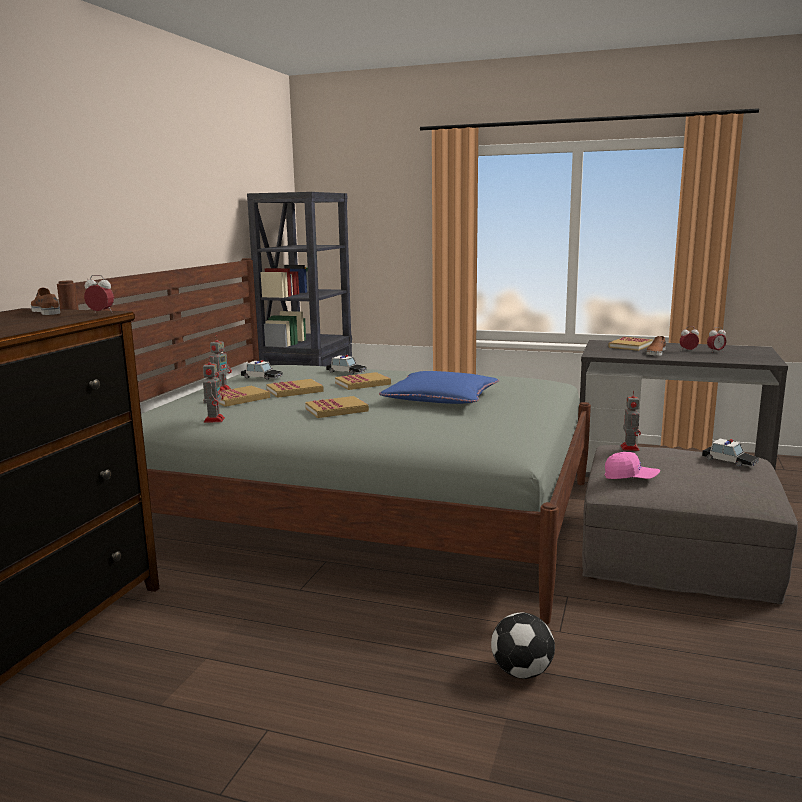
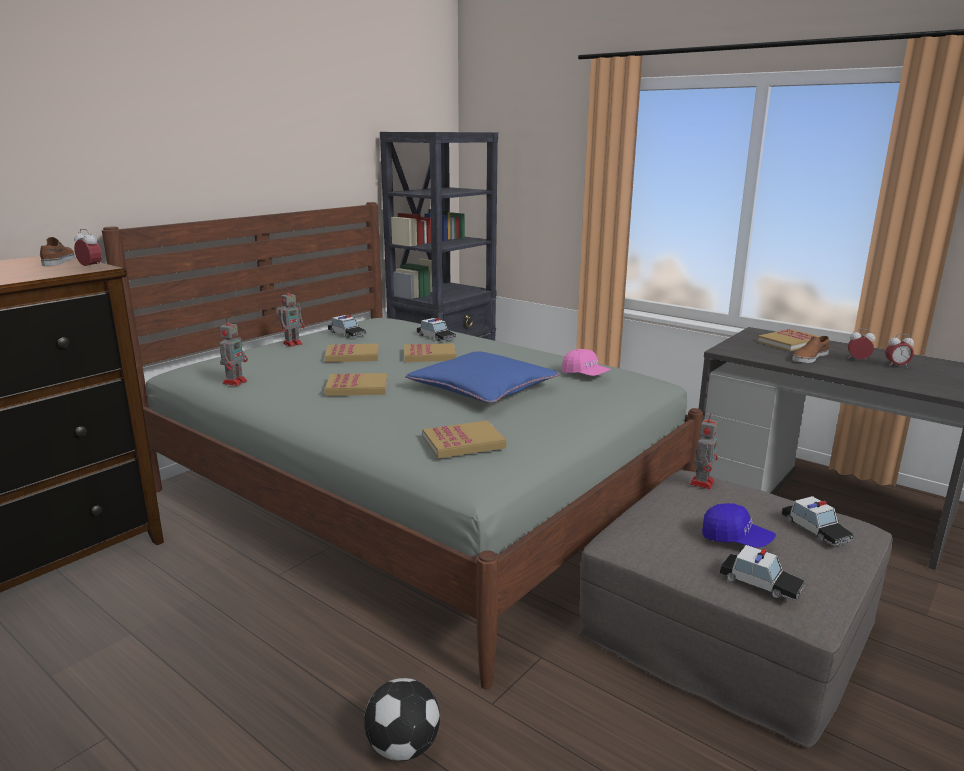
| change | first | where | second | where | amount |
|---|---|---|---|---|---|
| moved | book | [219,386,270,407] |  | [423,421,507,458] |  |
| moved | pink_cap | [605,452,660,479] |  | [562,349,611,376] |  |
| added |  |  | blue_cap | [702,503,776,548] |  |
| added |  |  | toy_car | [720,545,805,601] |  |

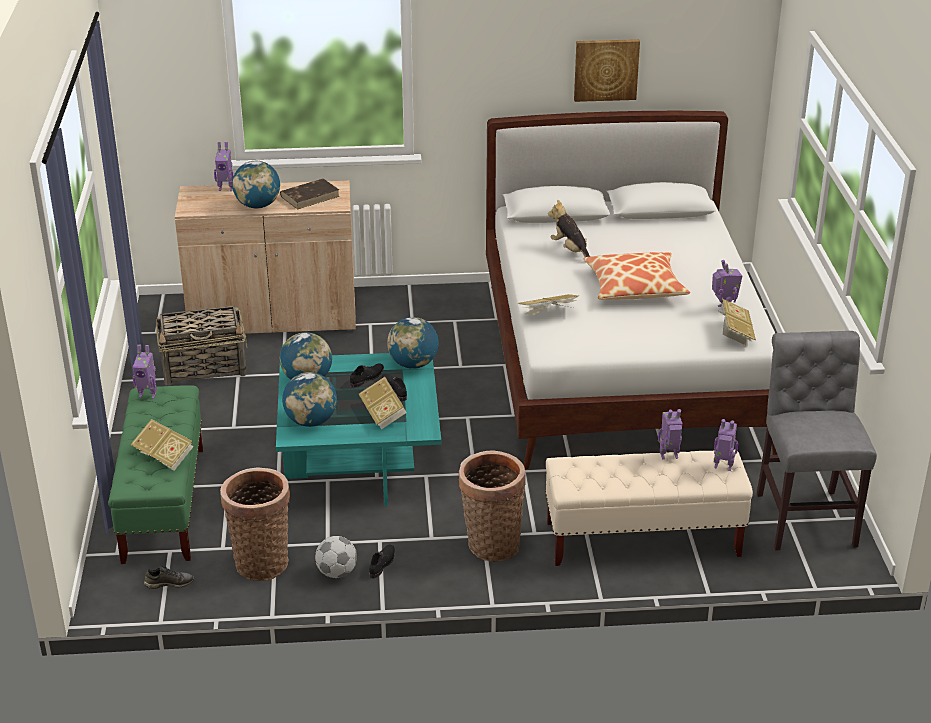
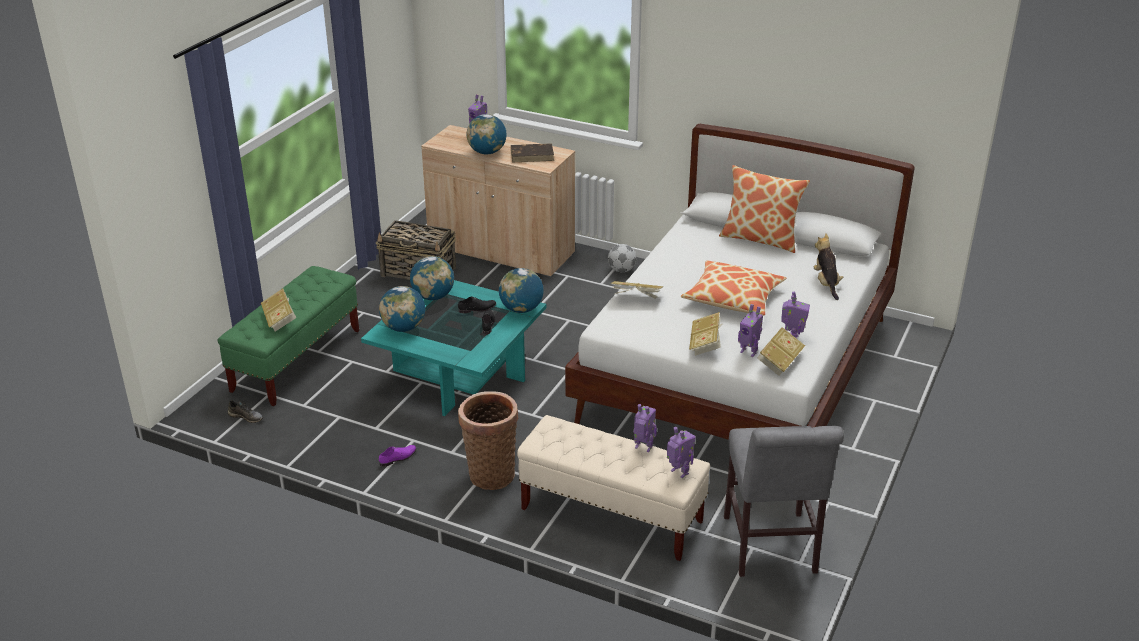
| change | first | where | second | where | amount |
|---|---|---|---|---|---|
| recoloured | black_shoe | [369,545,395,579] | purple_shoe | [379,445,417,467] |  |
| moved | football | [315,536,357,578] |  | [608,244,636,272] |  |
| moved | book | [359,377,407,429] |  | [689,312,722,356] |  |
| added |  |  | pillow | [719,165,810,253] |  |
| turned | grey_chair | [757,331,877,550] |  | [724,426,844,577] | 150 degrees clockwise |
| moved | toy_robot | [133,345,157,399] |  | [738,304,763,357] |  |
| moved | plush_toy | [548,199,591,257] |  | [814,234,843,300] |  |
| removed | basket | [220,467,290,581] |  |  |  |
| removed | picture | [574,39,640,102] |  |  |  |

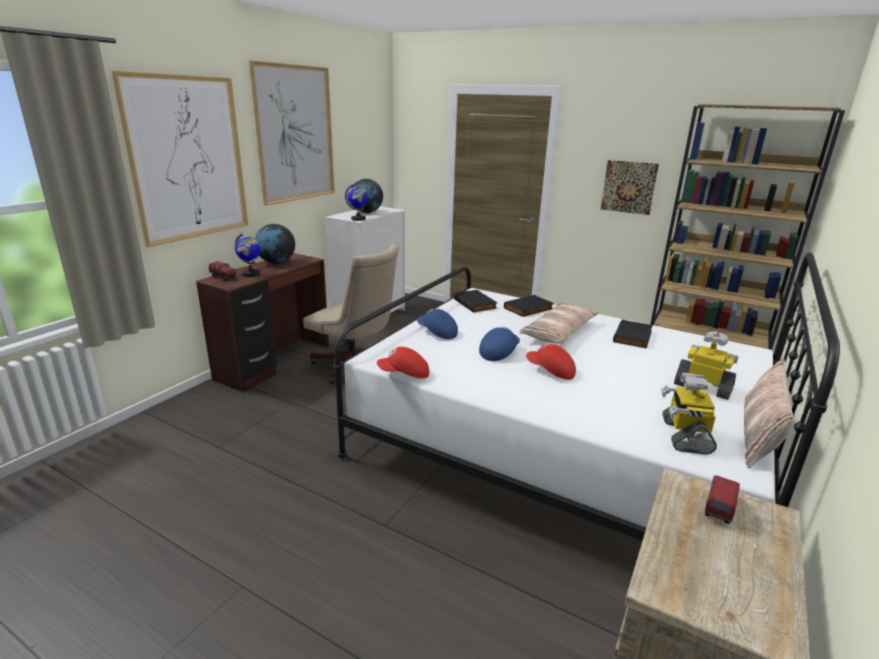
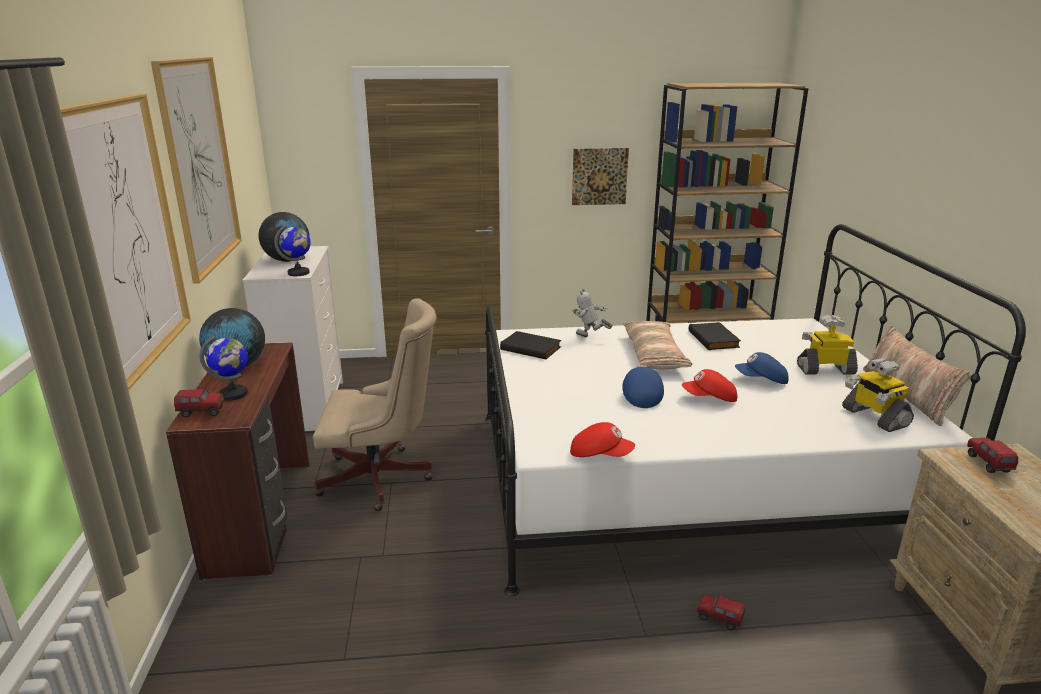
| change | first | where | second | where | amount |
|---|---|---|---|---|---|
| turned | red_cap | [377,347,429,378] |  | [570,422,635,457] | 120 degrees counterclockwise |
| replaced | black_book | [504,295,554,317] | toy_robot | [572,289,613,337] |  |
| added |  |  | toy_truck | [697,594,745,630] |  |
| moved | blue_cap | [417,309,458,339] |  | [735,352,789,384] |  |

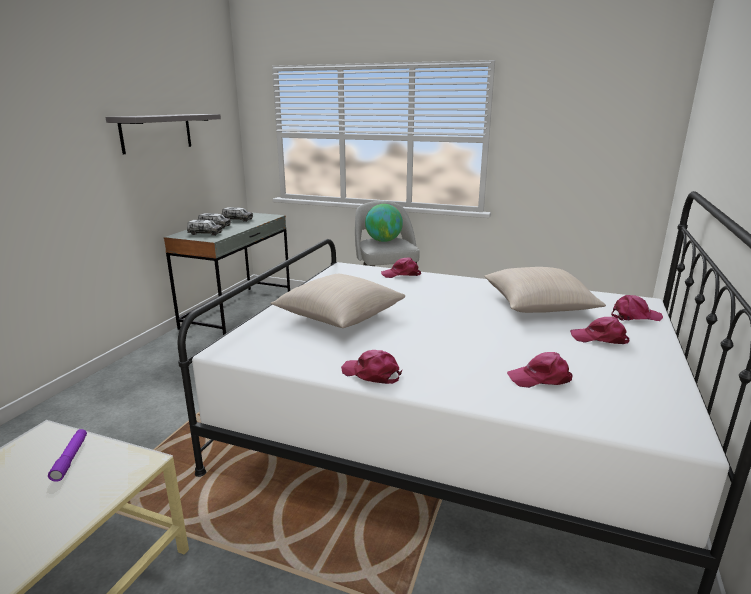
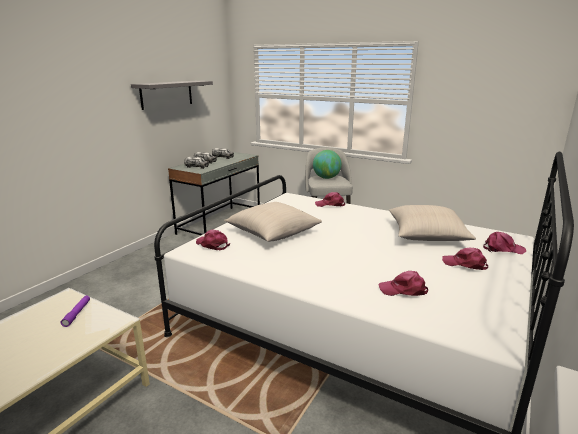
| change | first | where | second | where | amount |
|---|---|---|---|---|---|
| moved | pink_cap | [341,350,402,384] |  | [196,230,230,250] |  |

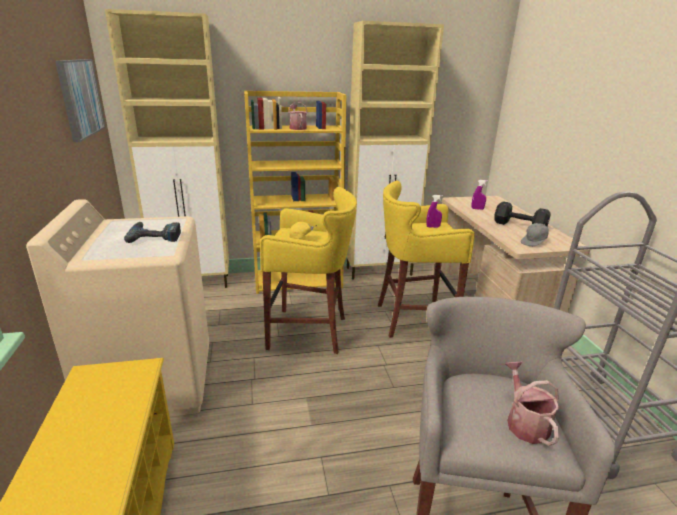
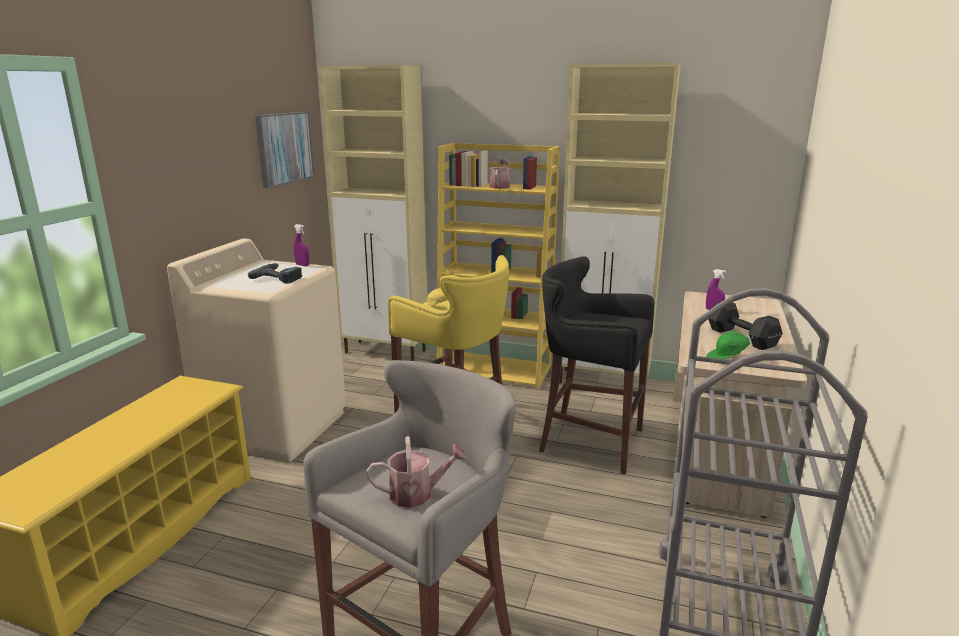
| change | first | where | second | where | amount |
|---|---|---|---|---|---|
| moved | purple_spray_bottle | [426,195,443,228] |  | [294,224,309,266] |  |
| turned | watering_can | [505,362,560,446] |  | [366,436,468,508] | 60 degrees clockwise |
| recoloured | yellow_stool | [378,181,475,338] | black_stool | [539,256,654,474] |  |
| recoloured | grey_cap | [521,223,549,246] | green_cap | [706,331,754,359] |  |

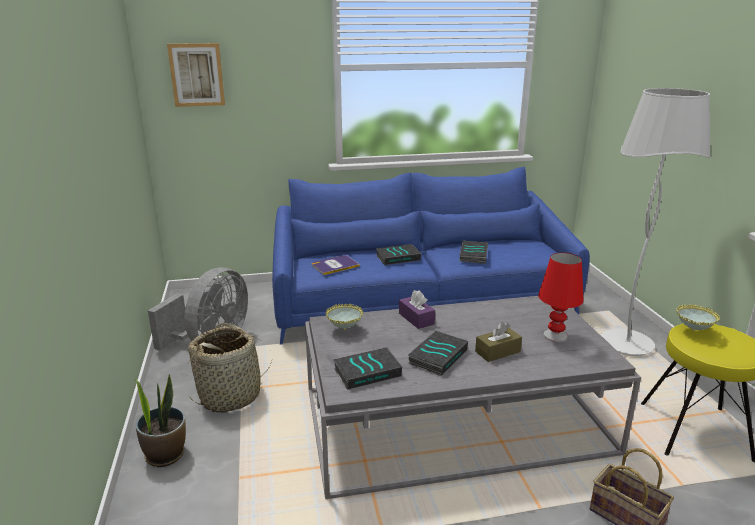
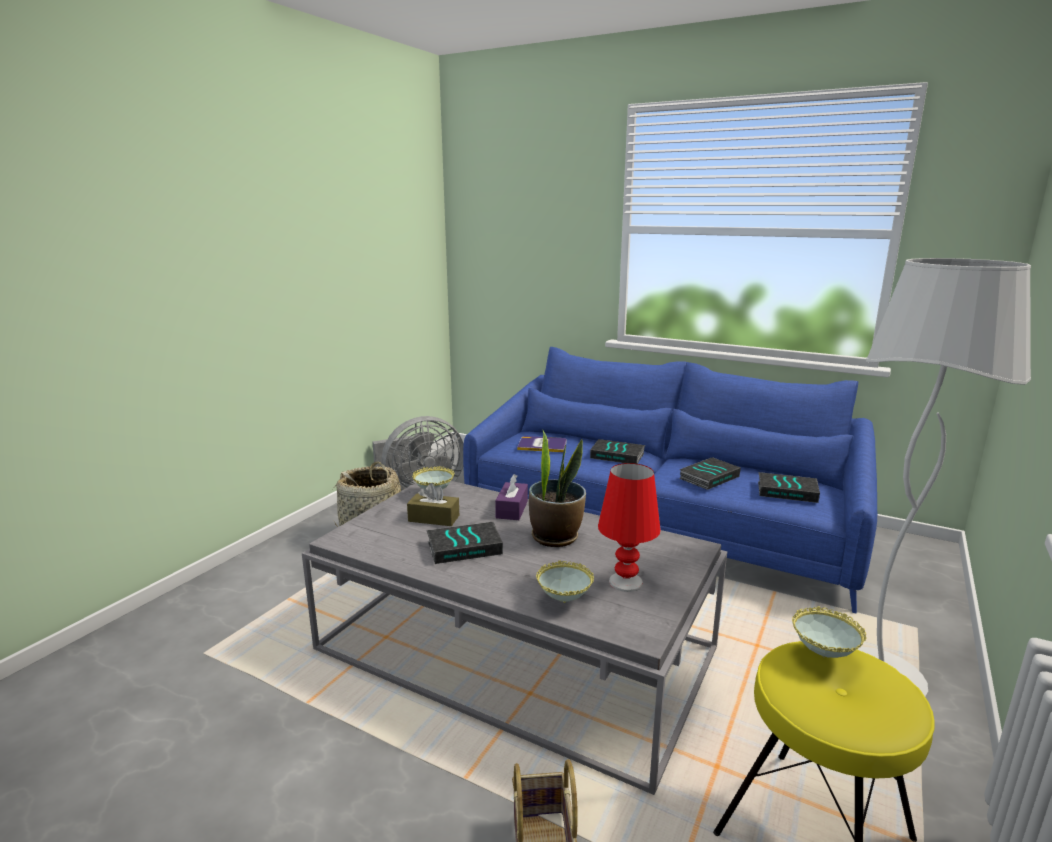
| change | first | where | second | where | amount |
|---|---|---|---|---|---|
| moved | brown_tissue_box | [475,322,522,362] |  | [407,483,459,526] |  |
| moved | potted_plant | [134,374,186,467] |  | [529,431,586,547] |  |
| added |  |  | bowl | [536,561,594,603] |  |
| moved | book | [333,347,402,390] |  | [758,472,820,503] |  |
| removed | picture | [167,43,225,107] |  |  |  |

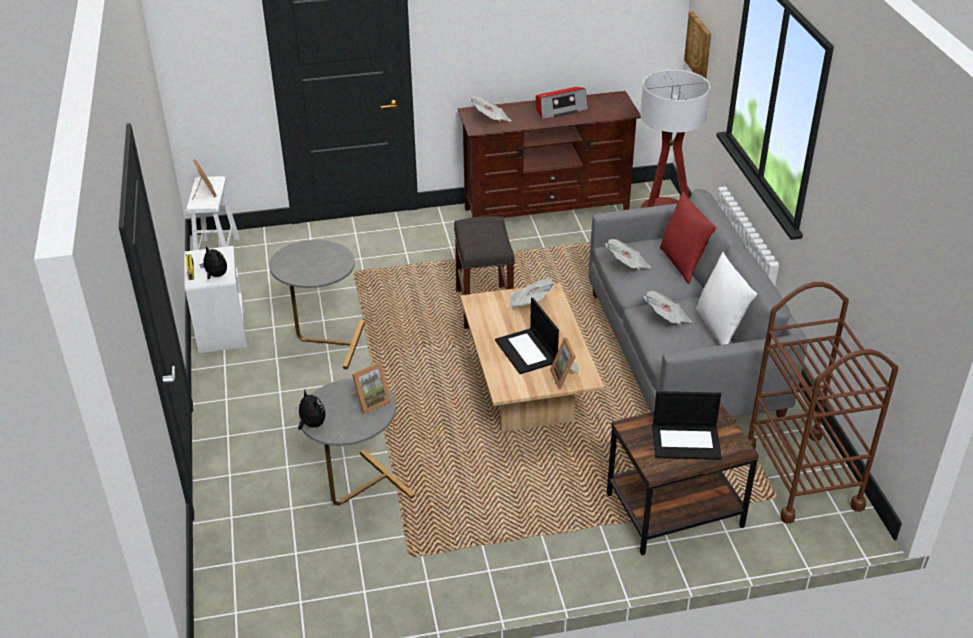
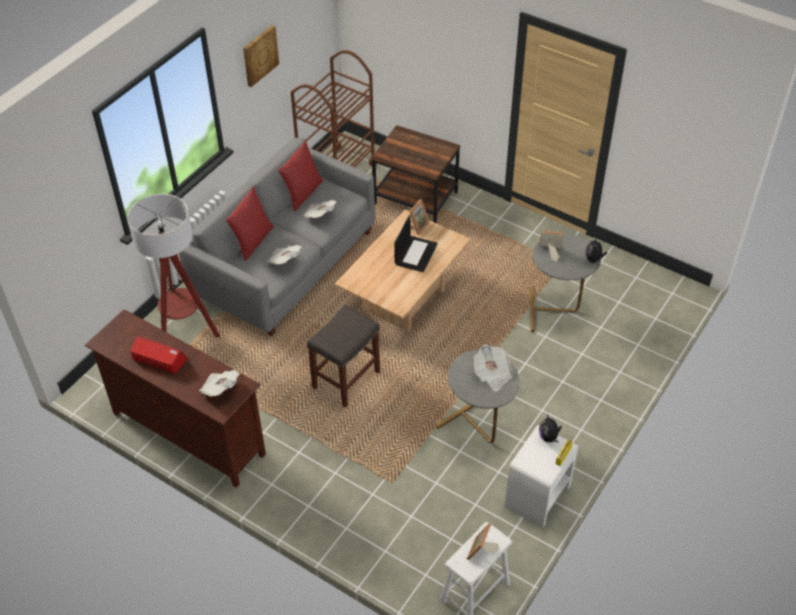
| change | first | where | second | where | amount |
|---|---|---|---|---|---|
| moved | picture | [684,12,711,78] |  | [243,25,279,87] |  |
| recoloured | white_pillow | [696,252,757,345] | red_pillow | [278,140,323,211] |  |
| moved | newspaper | [510,278,555,308] |  | [473,344,513,391] |  |
| removed | laptop | [652,391,722,460] |  |  |  |

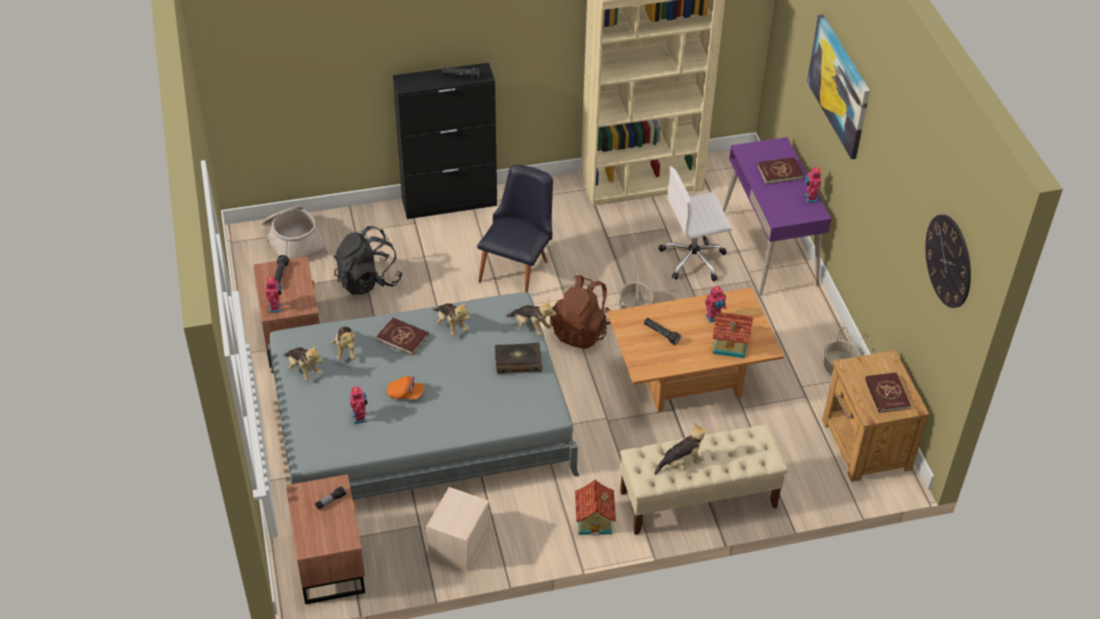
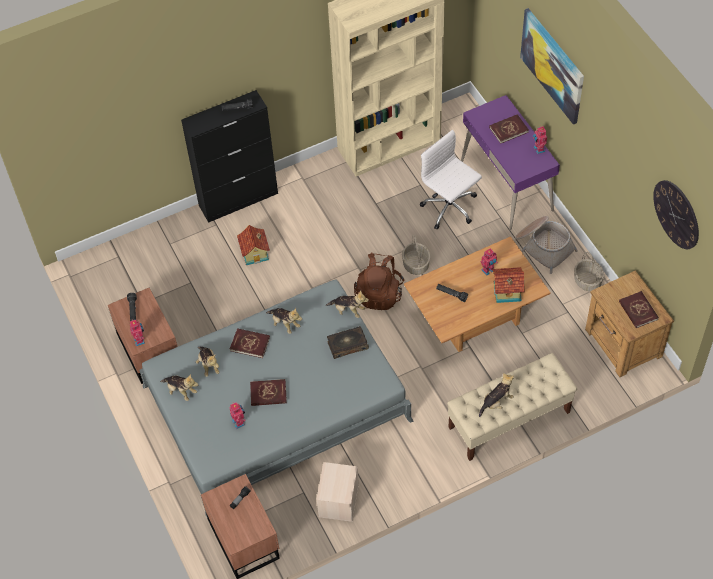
| change | first | where | second | where | amount |
|---|---|---|---|---|---|
| moved | toy_house | [575,479,616,535] |  | [237,225,270,265] |  |
| replaced | orange_cap | [387,376,424,399] | red_book | [250,379,287,406] |  |
| turned | white_office_chair | [659,167,732,282] |  | [420,130,482,230] | 75 degrees clockwise |
| moved | basket | [262,205,329,259] |  | [515,216,578,274] |  |
| removed | black_backpack | [334,226,402,295] |  |  |  |
| removed | black_chair | [477,164,553,292] |  |  |  |

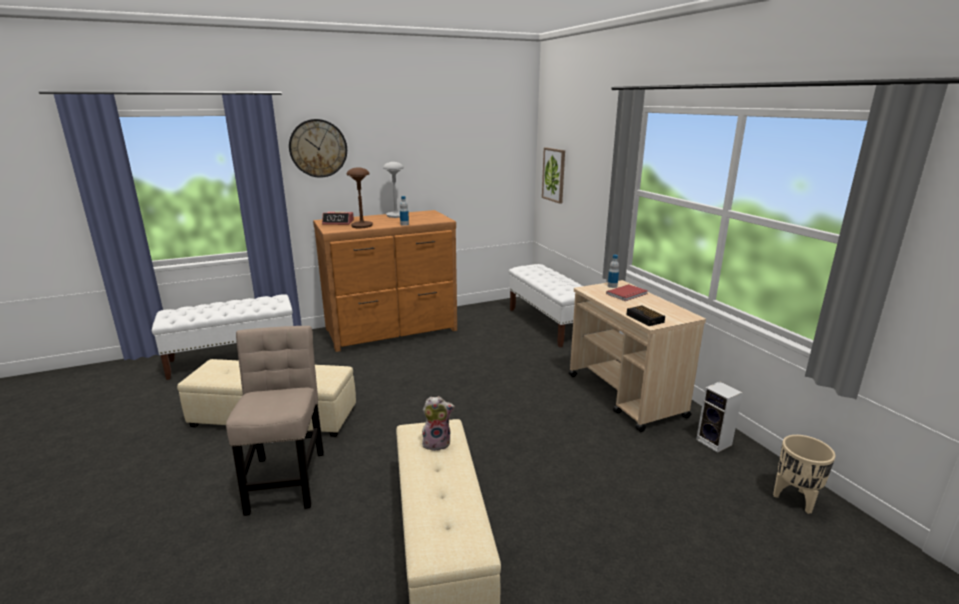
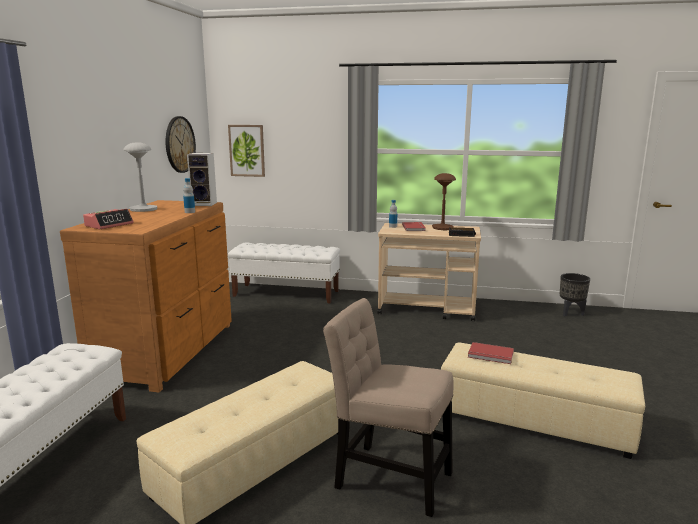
| change | first | where | second | where | amount |
|---|---|---|---|---|---|
| moved | wall_clock | [289,119,347,178] |  | [166,116,196,173] |  |
| moved | speaker | [696,382,743,453] |  | [187,153,217,206] |  |
| moved | brown_table_lamp | [346,167,373,228] |  | [432,173,456,230] |  |
| replaced | plush_toy | [422,396,455,451] | red_book | [468,342,514,364] |  |
| recoloured | beige_planter | [773,435,836,514] | black_planter | [560,273,590,317] |  |

